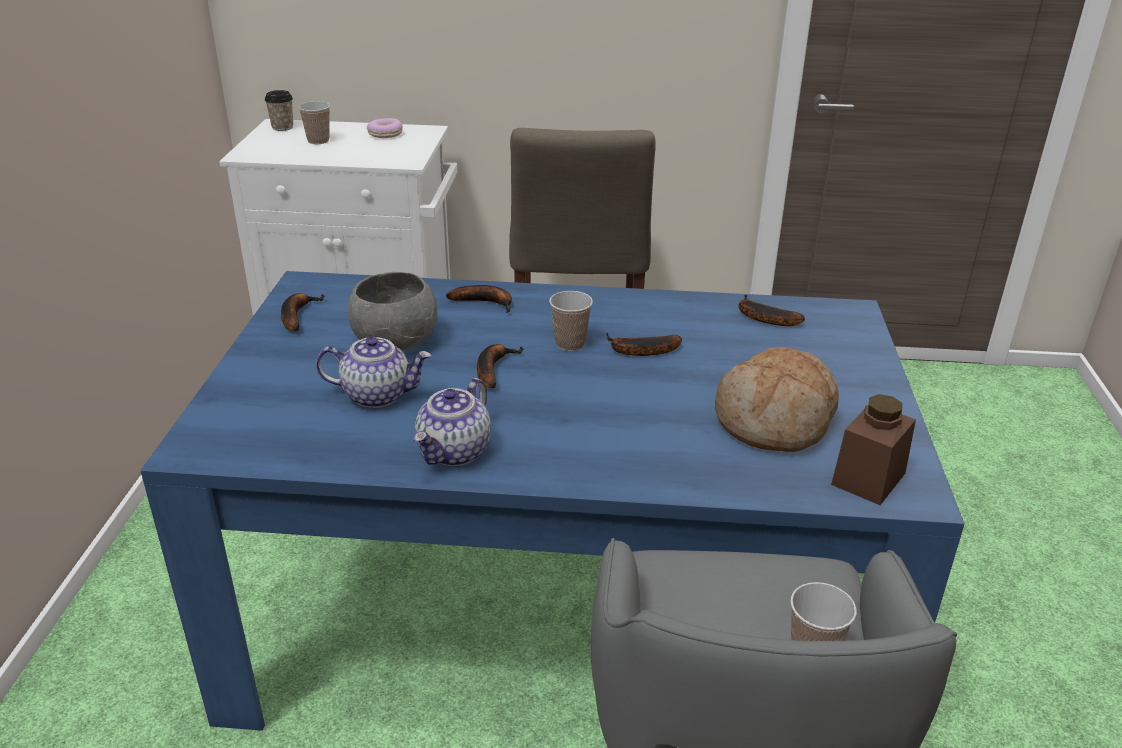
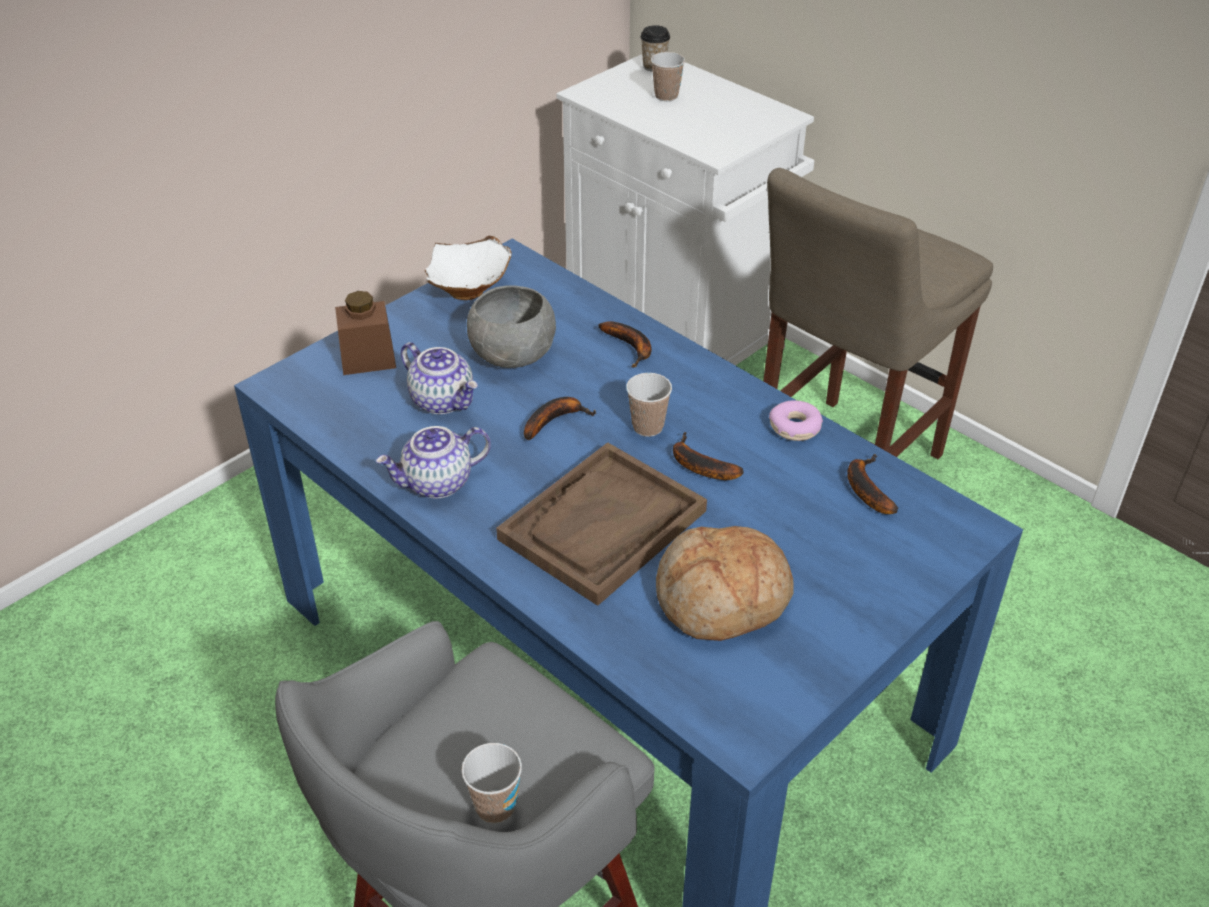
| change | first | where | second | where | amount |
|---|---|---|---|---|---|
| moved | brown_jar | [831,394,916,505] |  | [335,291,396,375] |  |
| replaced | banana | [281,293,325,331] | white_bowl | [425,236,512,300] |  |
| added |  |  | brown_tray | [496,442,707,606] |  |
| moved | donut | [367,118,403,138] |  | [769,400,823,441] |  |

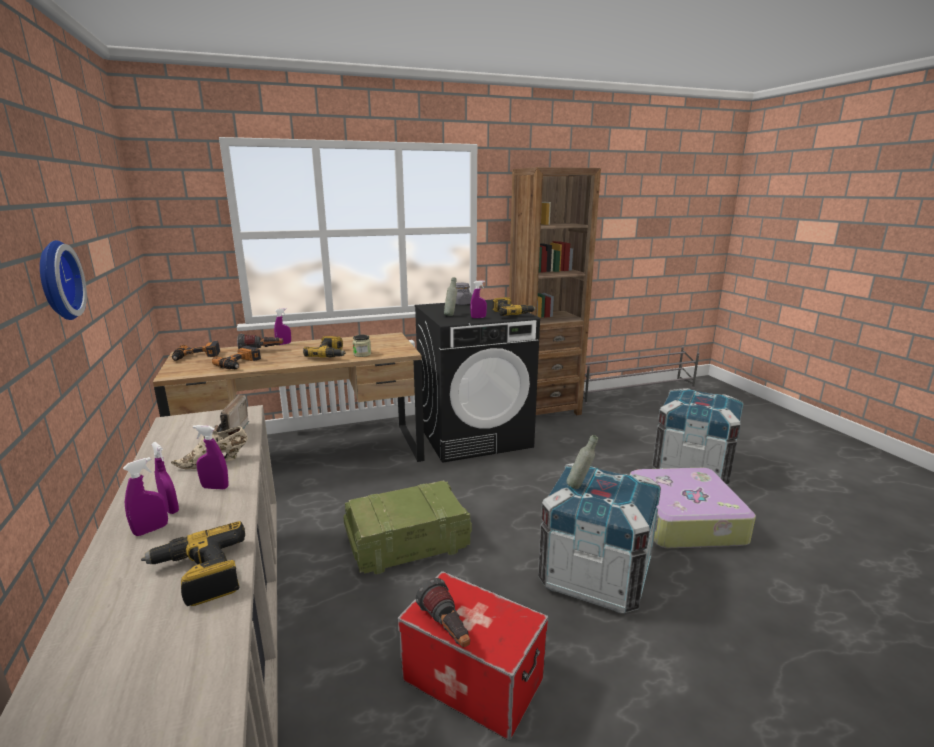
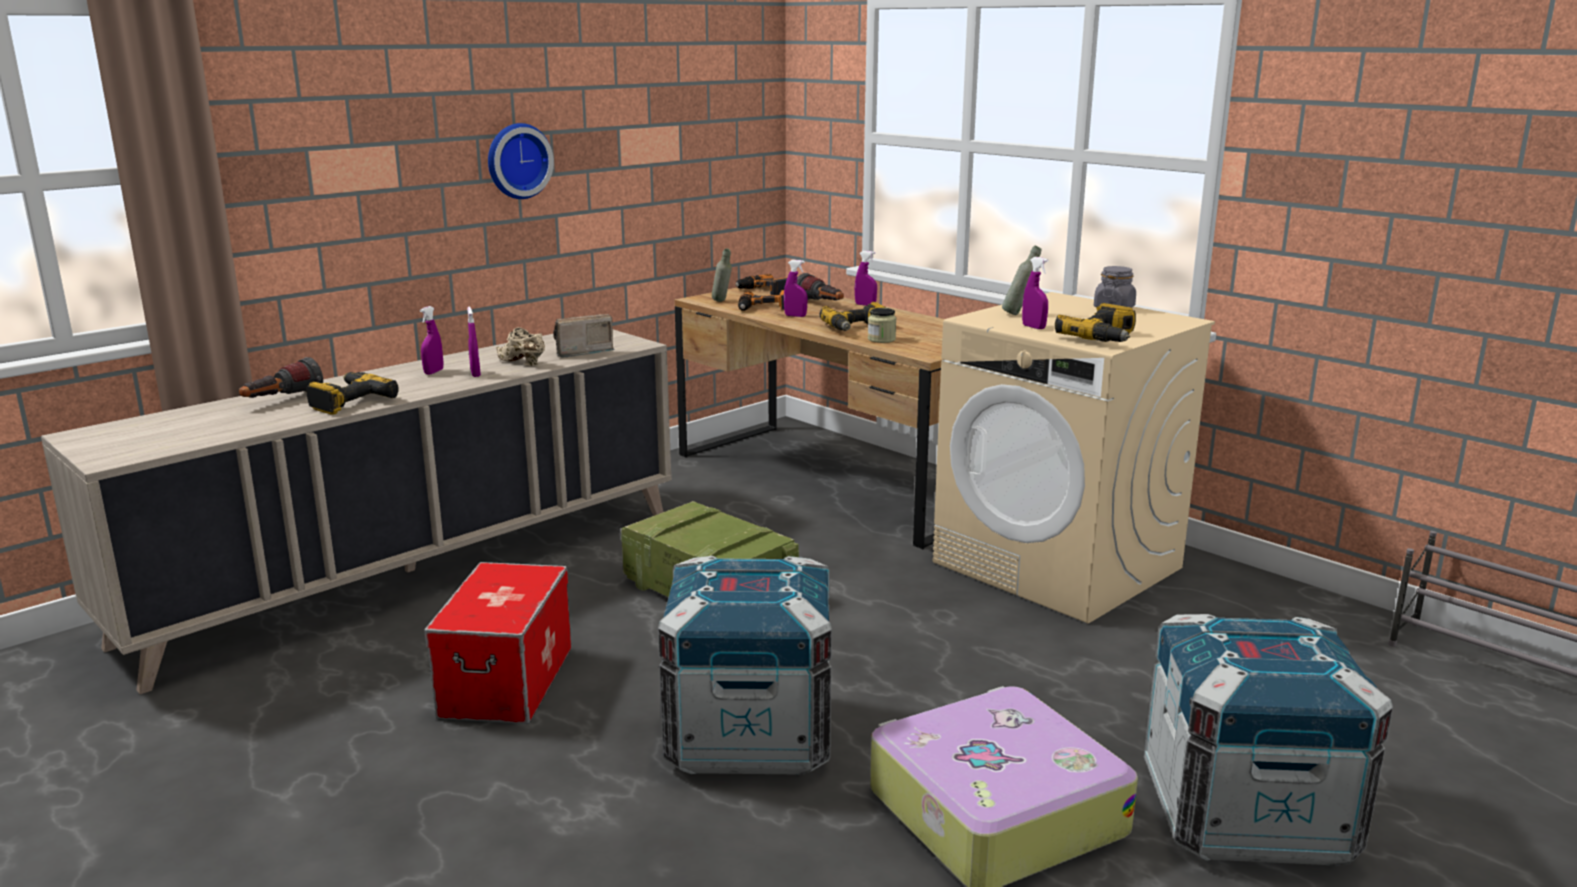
| change | first | where | second | where | amount |
|---|---|---|---|---|---|
| moved | flashlight | [416,578,470,647] |  | [239,357,323,398] |  |
| moved | grey_bottle | [566,435,598,489] |  | [712,249,732,302] |  |
| moved | purple_spray_bottle | [123,457,168,536] |  | [784,260,808,317] |  |
| recoloured | black_washing_machine | [414,300,540,463] | beige_washing_machine | [933,292,1215,623] |  |
| removed | brown_bookcase | [509,167,601,415] |  |  |  |

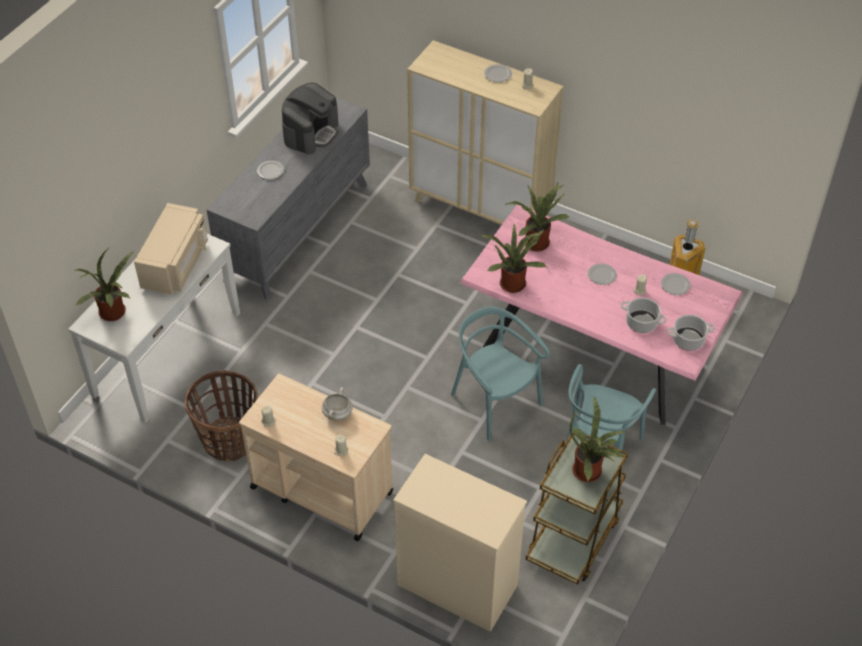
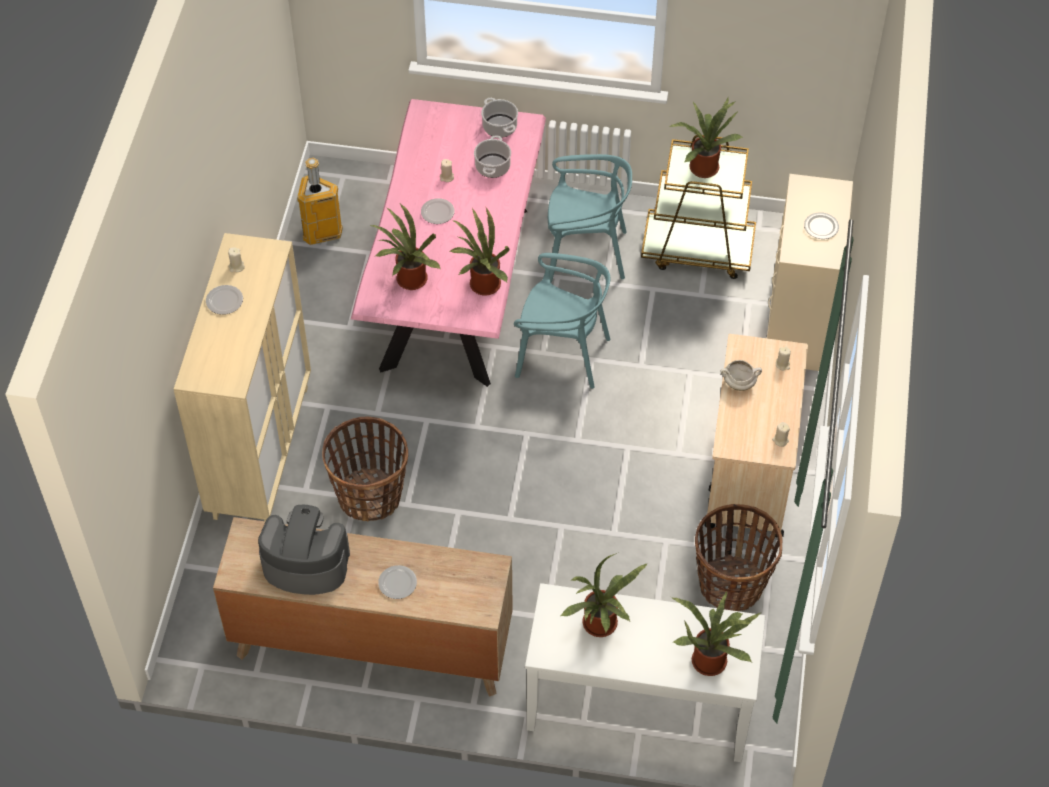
| change | first | where | second | where | amount |
|---|---|---|---|---|---|
| recoloured | grey_dresser | [207,98,370,301] | brown_dresser | [213,517,513,697] |  |
| added |  |  | basket | [322,417,408,521] |  |
| turned | turquoise_chair | [451,307,550,441] |  | [514,253,610,389] | 105 degrees counterclockwise |
| replaced | beige_microwave | [134,203,208,295] | potted_plant | [561,553,648,637] |  |
| moved | plate | [661,273,690,295] |  | [804,212,839,239] |  |

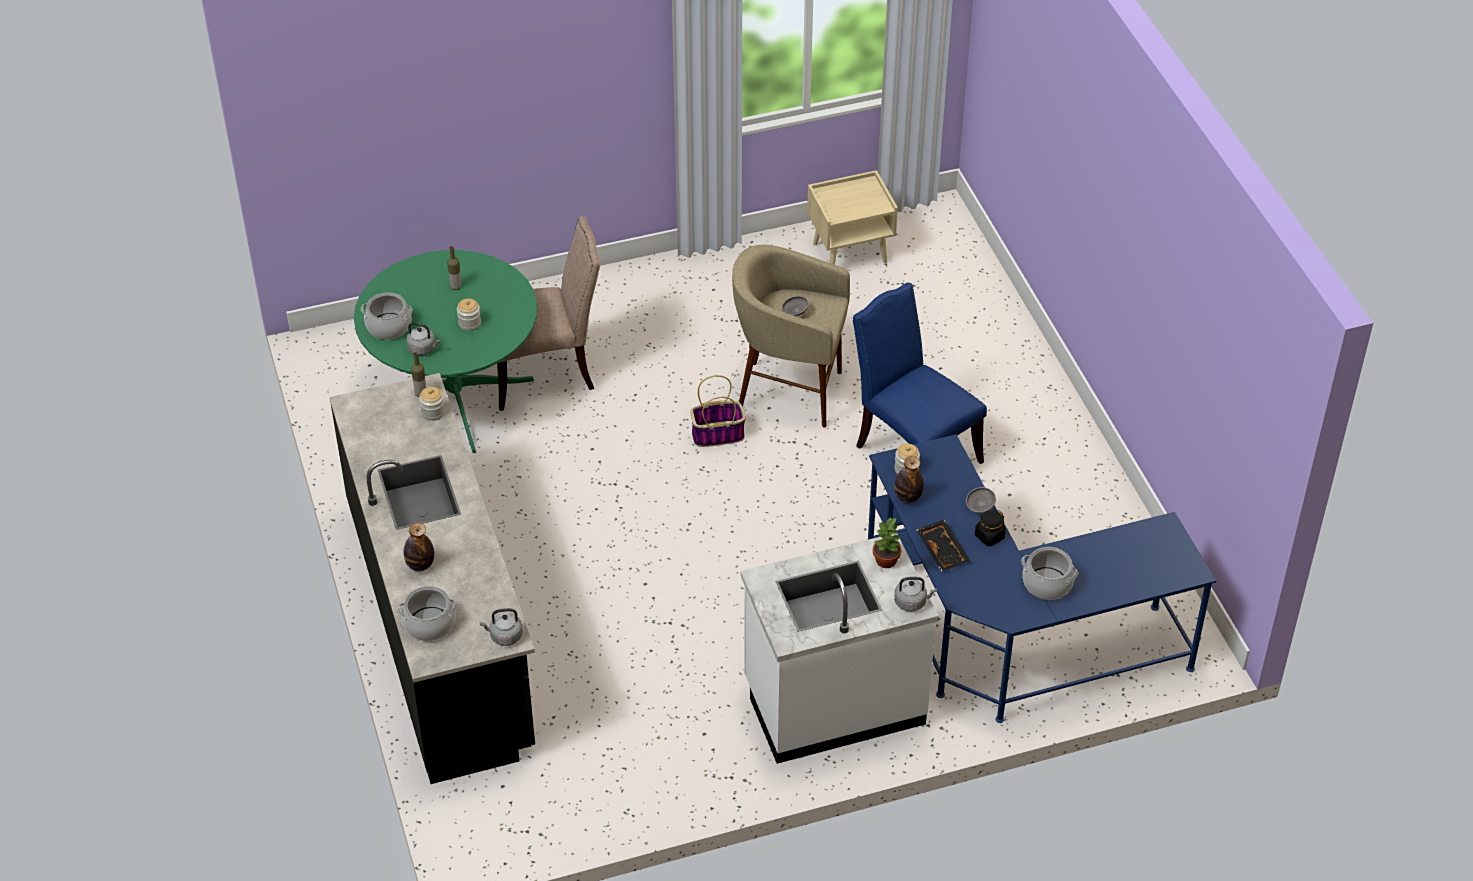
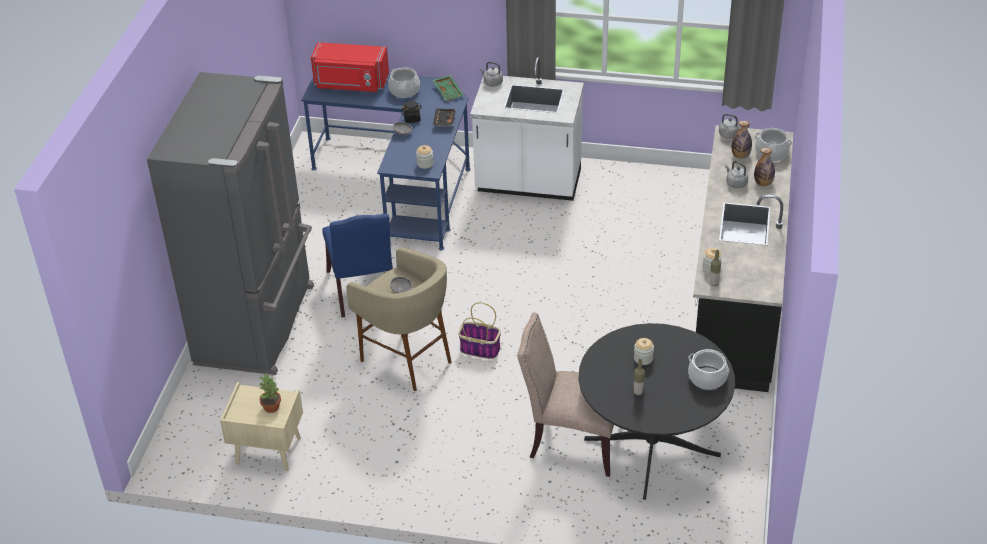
| change | first | where | second | where | amount |
|---|---|---|---|---|---|
| added |  |  | grey_fridge | [147,72,314,375] |  |
| moved | potted_plant | [873,517,901,568] |  | [259,373,281,413] |  |
| added |  |  | red_microwave | [311,42,389,92] |  |
| added |  |  | green_tray | [433,75,464,101] |  |
| recoloured | green_dining_table | [354,250,537,453] | black_dining_table | [579,323,735,500] |  |
| moved | grey_kettle | [406,322,441,355] |  | [725,161,748,188] |  |
| moved | bottle | [894,456,924,503] |  | [732,121,752,159] |  |

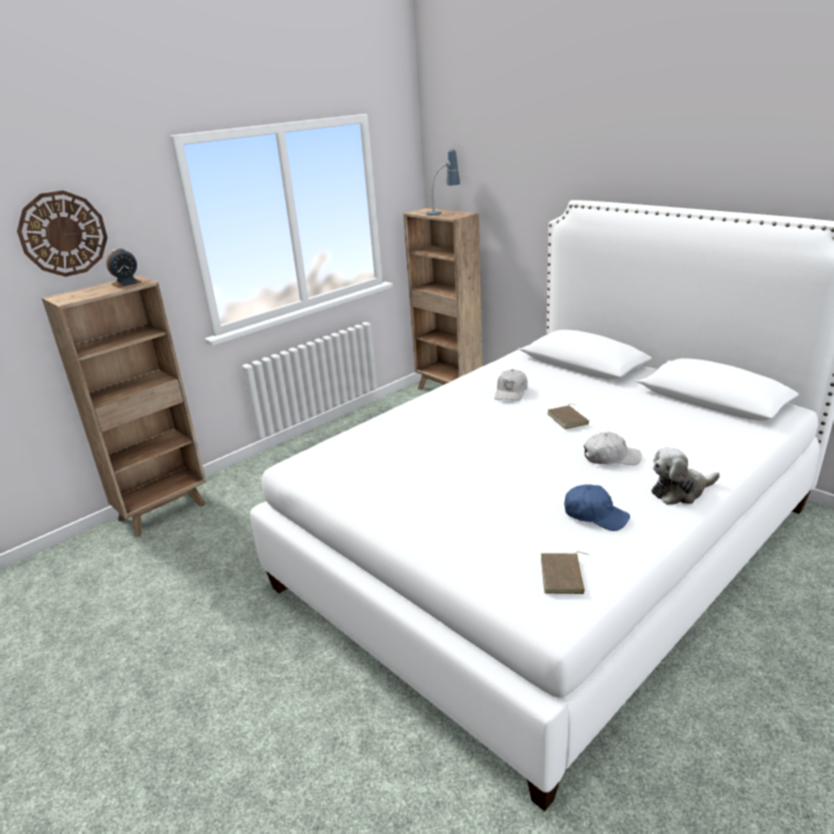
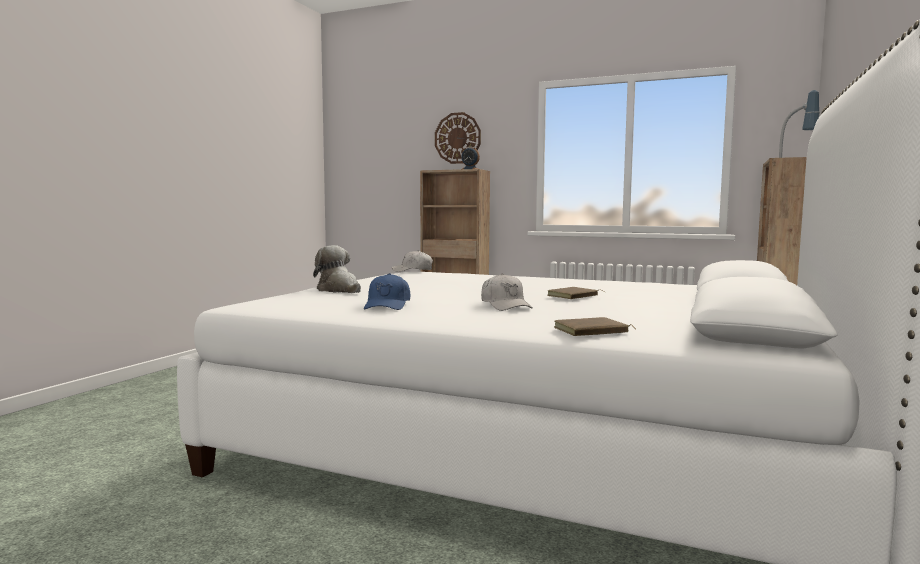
| change | first | where | second | where | amount |
|---|---|---|---|---|---|
| moved | plush_toy | [651,447,720,505] |  | [313,245,361,293] |  |
| moved | white_cap | [495,369,528,401] |  | [391,250,433,272] |  |
| moved | brown_book | [541,552,589,594] |  | [554,317,637,336] |  |

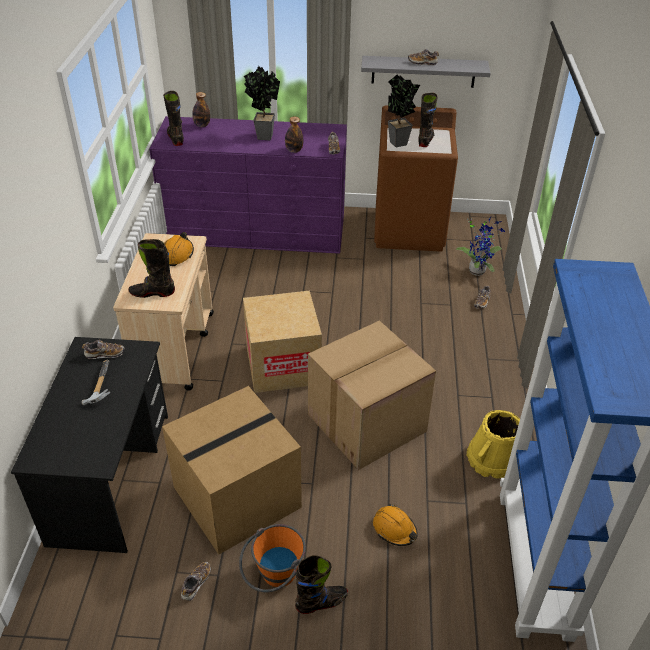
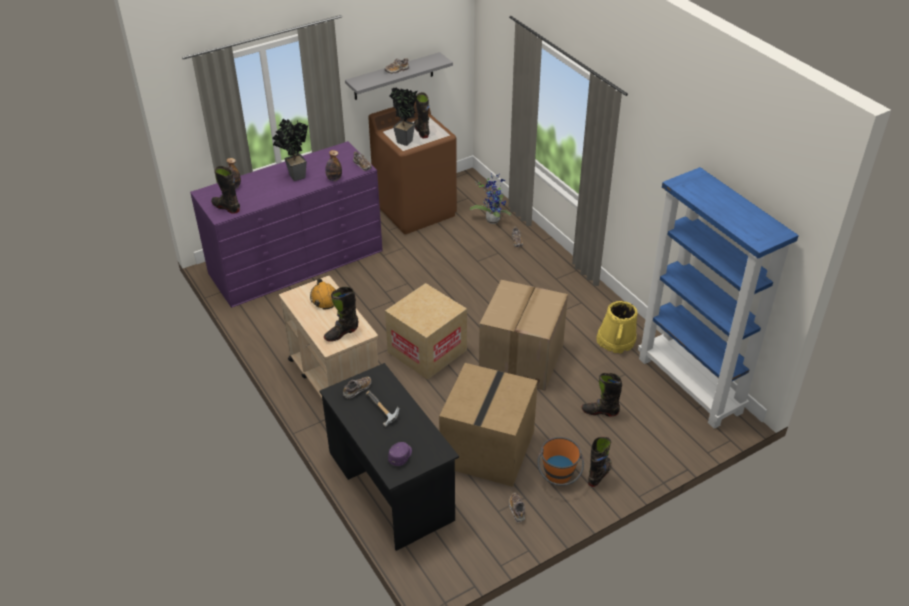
| change | first | where | second | where | amount |
|---|---|---|---|---|---|
| added |  |  | purple_cap | [388,442,412,466] |  |
| replaced | orange_hard_hat | [373,504,418,546] | black_boot | [581,373,622,417] |  |

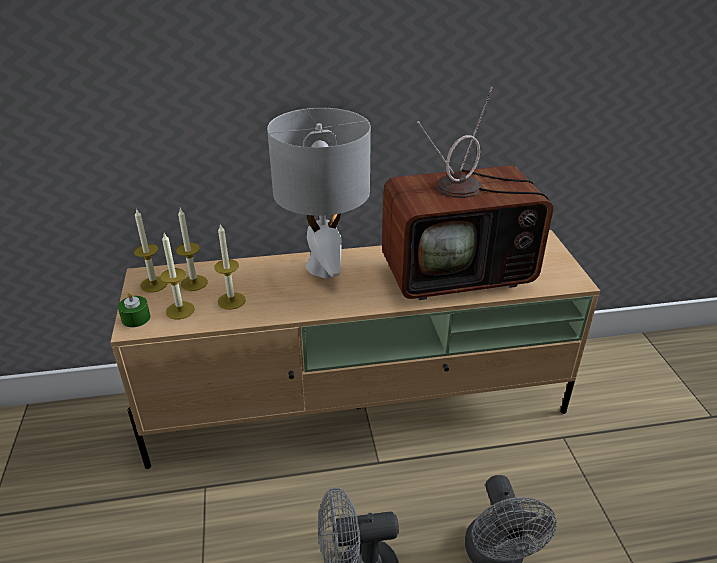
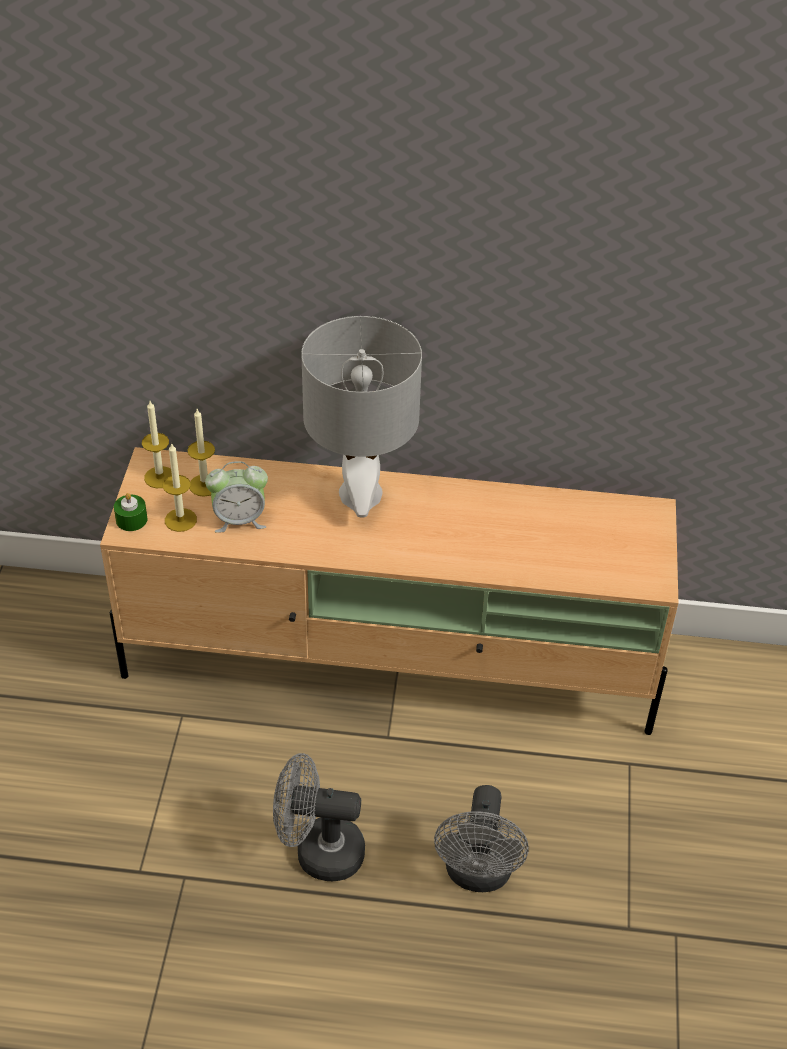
| change | first | where | second | where | amount |
|---|---|---|---|---|---|
| replaced | candle | [214,223,246,310] | alarm_clock | [205,461,268,533] |  |
| removed | television | [382,86,553,300] |  |  |  |

